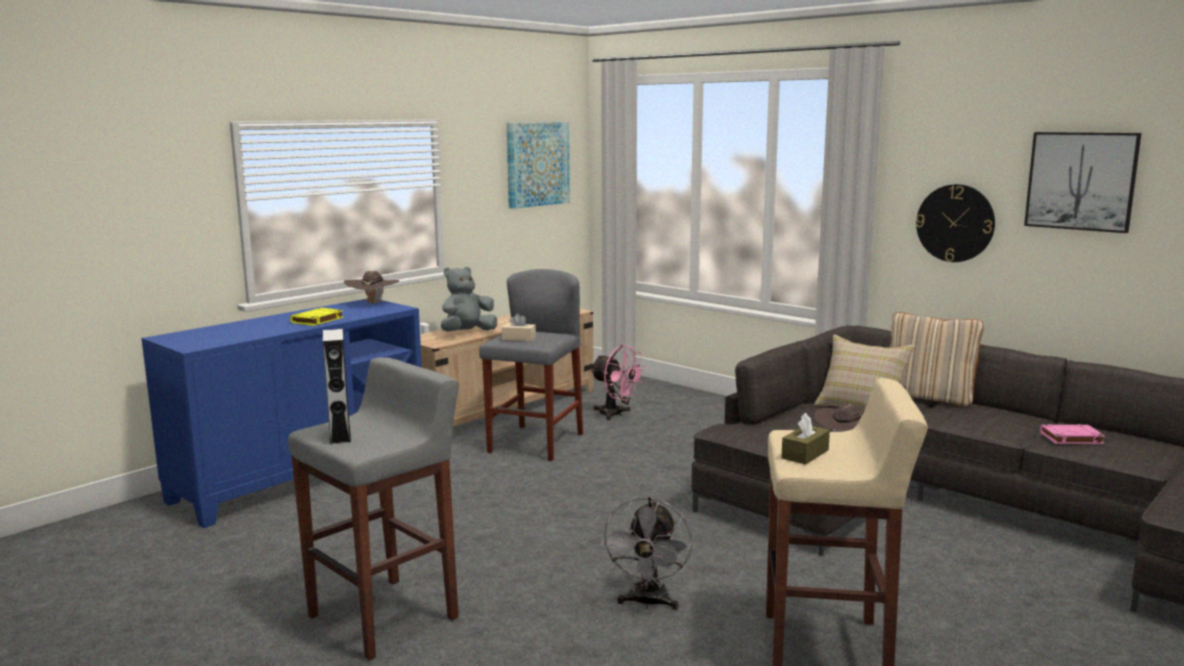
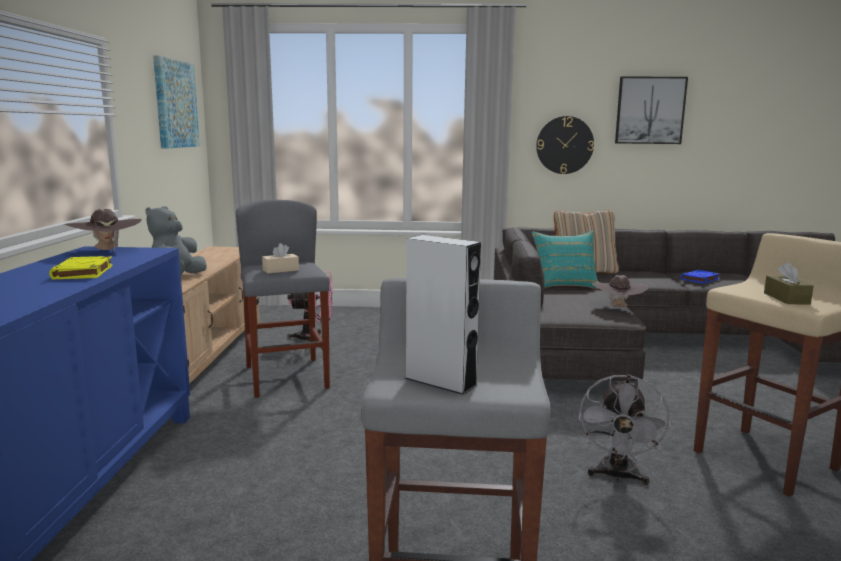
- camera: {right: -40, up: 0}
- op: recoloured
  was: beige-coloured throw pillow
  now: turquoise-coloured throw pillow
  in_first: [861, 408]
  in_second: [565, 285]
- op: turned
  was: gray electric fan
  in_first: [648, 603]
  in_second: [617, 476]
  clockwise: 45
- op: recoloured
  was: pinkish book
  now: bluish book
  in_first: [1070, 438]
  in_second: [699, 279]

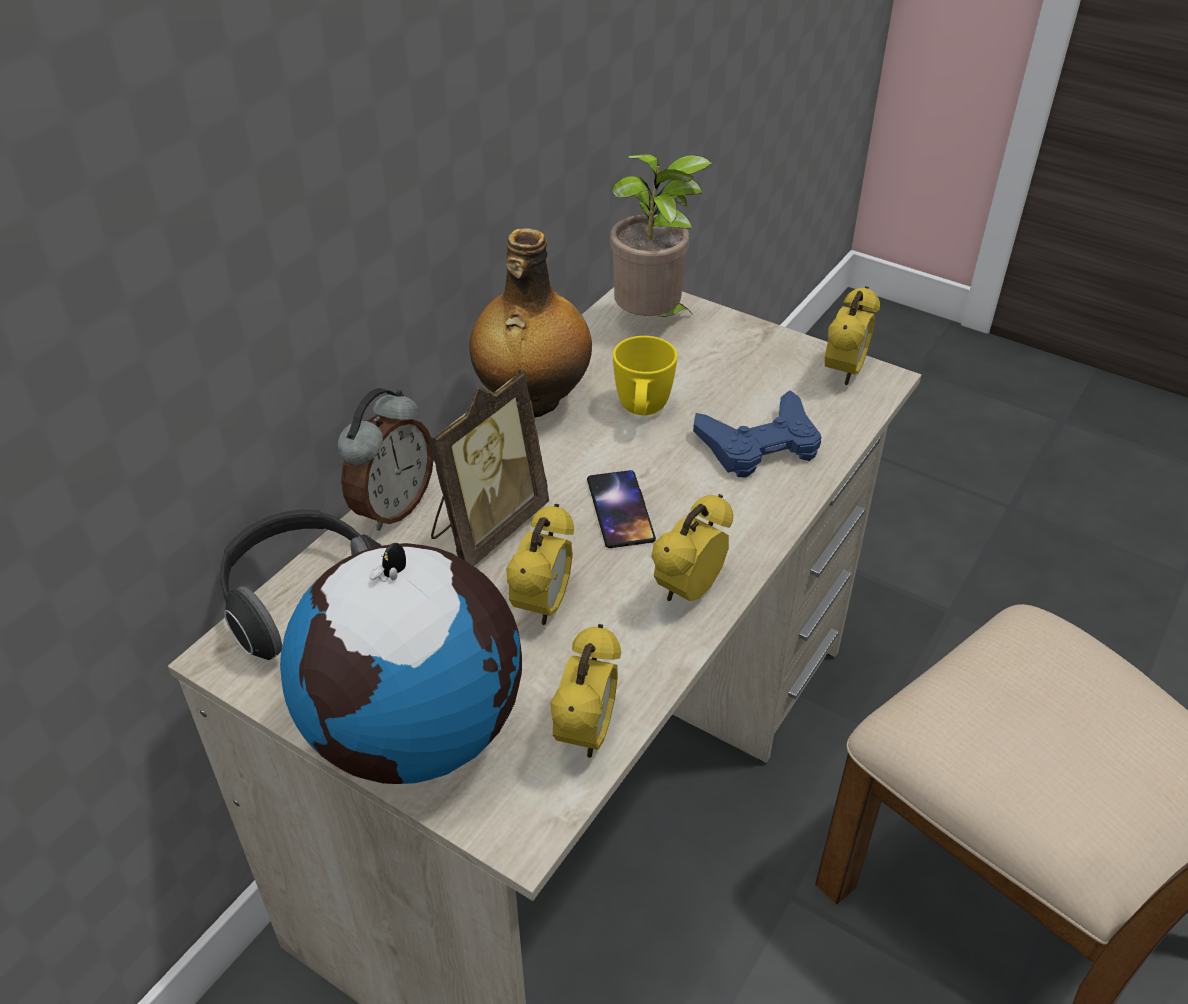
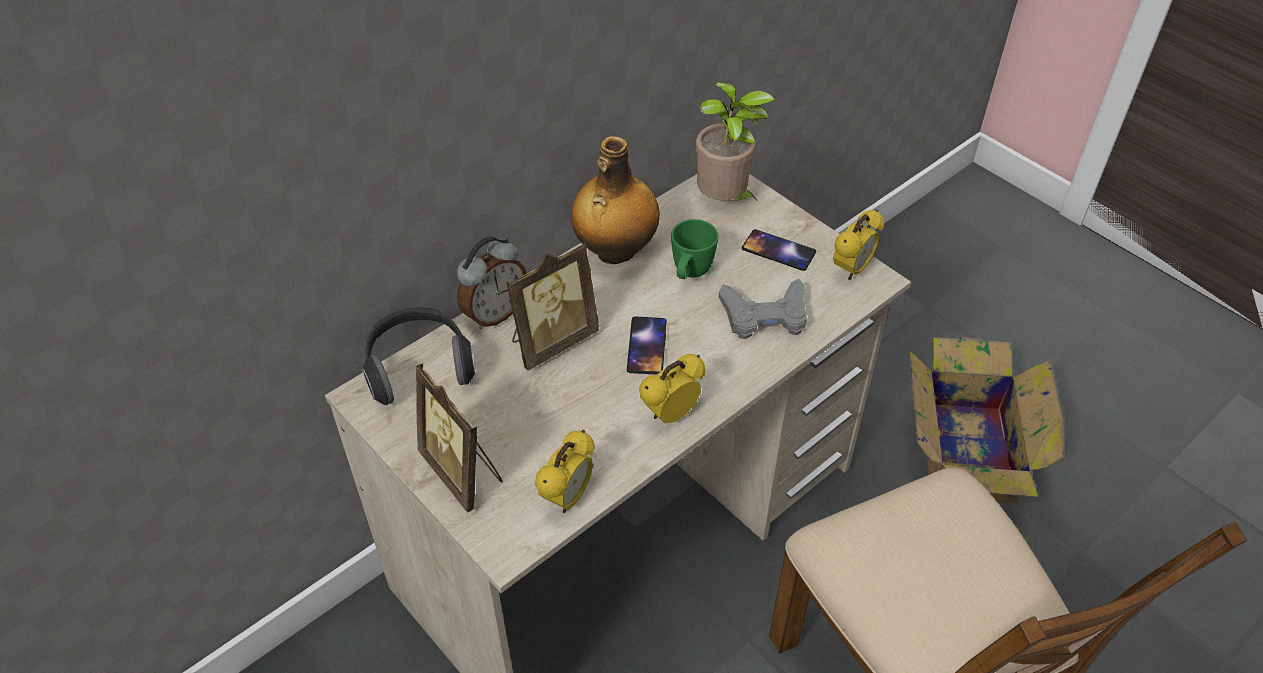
- camera: {right: 15, up: 5}
- op: replaced
  was: globe
  now: standing frame
  in_first: [418, 732]
  in_second: [463, 472]
- op: recoloured
  was: yellowish coffee mug
  now: green coffee mug
  in_first: [642, 413]
  in_second: [690, 275]
- op: recoloured
  was: bluish gamepad
  now: gray gamepad
  in_first: [760, 444]
  in_second: [765, 315]
- op: added
  now: phone
  in_second: [778, 251]
- op: added
  now: cardboard box
  in_second: [967, 446]
- op: removed
  was: bedside clock
  in_first: [543, 606]

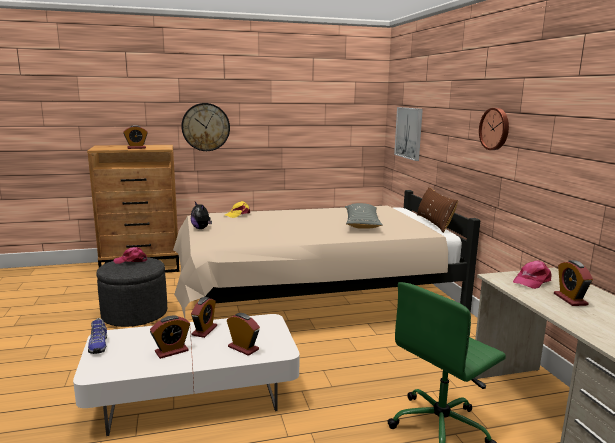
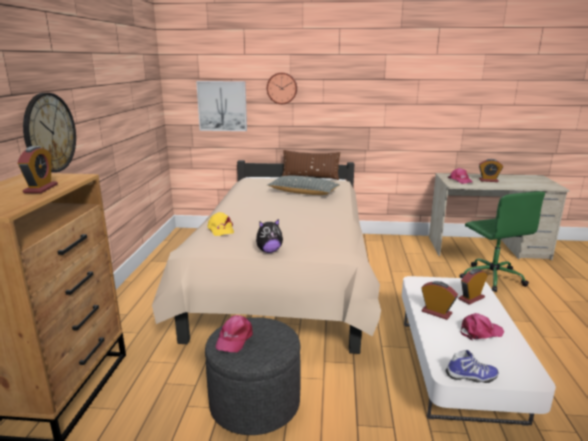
- camera: {right: -70, up: 5}
- op: moved
  was: wall clock
  in_first: [495, 129]
  in_second: [282, 88]
- op: replaced
  was: bedside clock
  now: pinkish cap
  in_first: [171, 351]
  in_second: [480, 332]

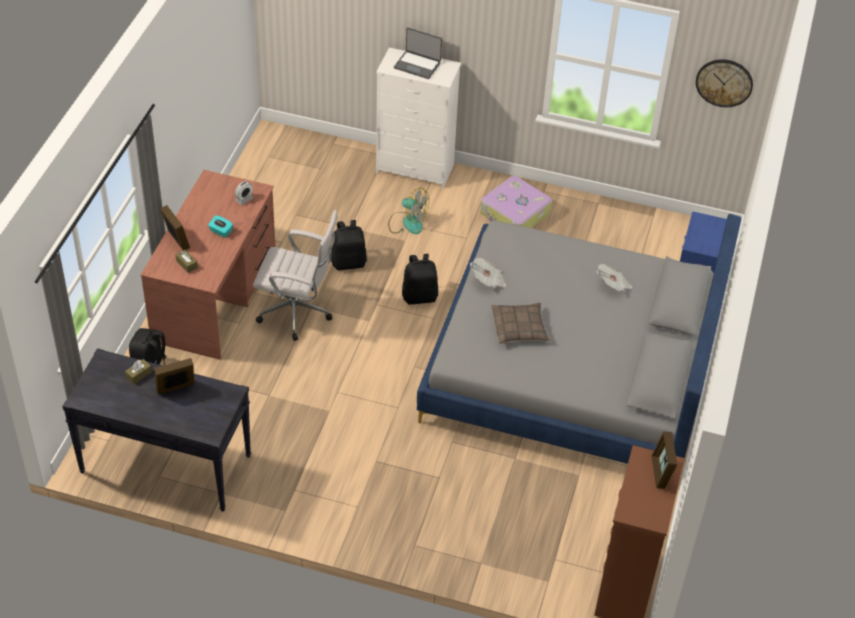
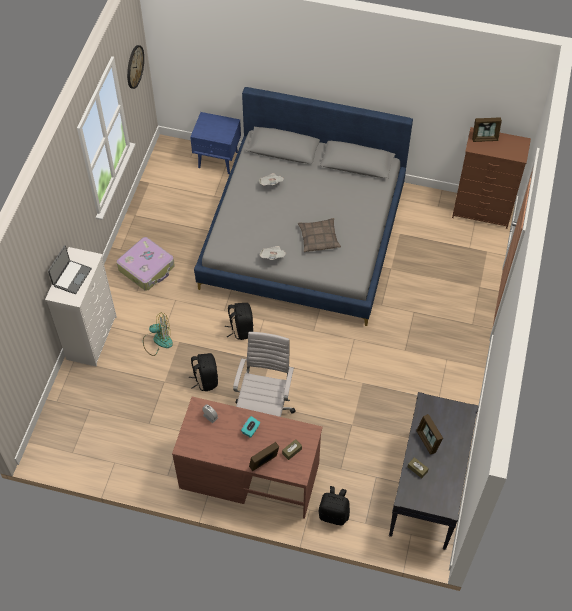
- camera: {right: -90, up: 10}
- op: turned
  was: electric fan
  in_first: [407, 222]
  in_second: [158, 340]
  clockwise: 60

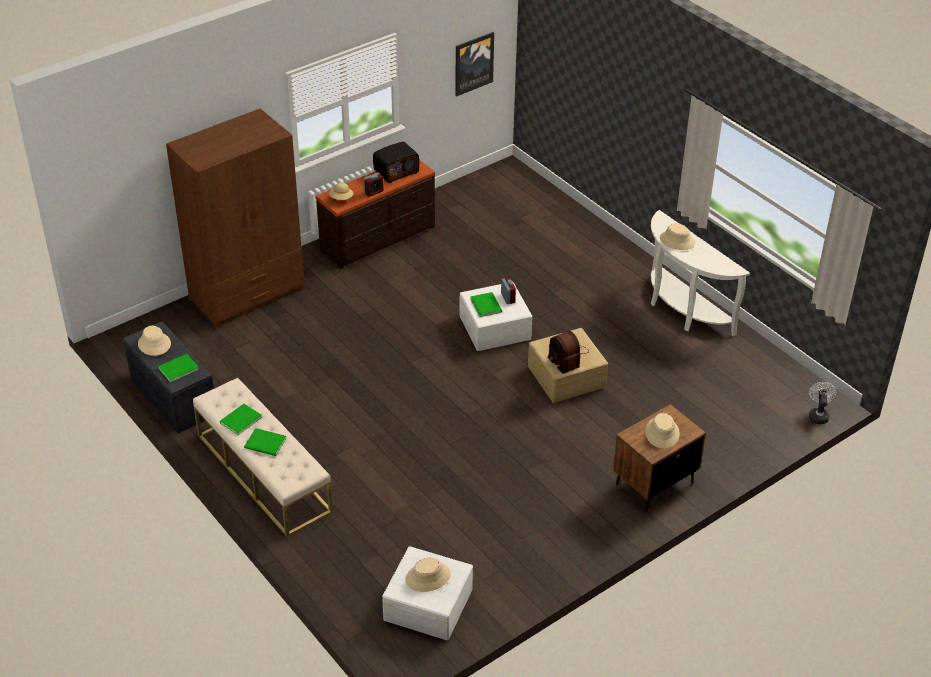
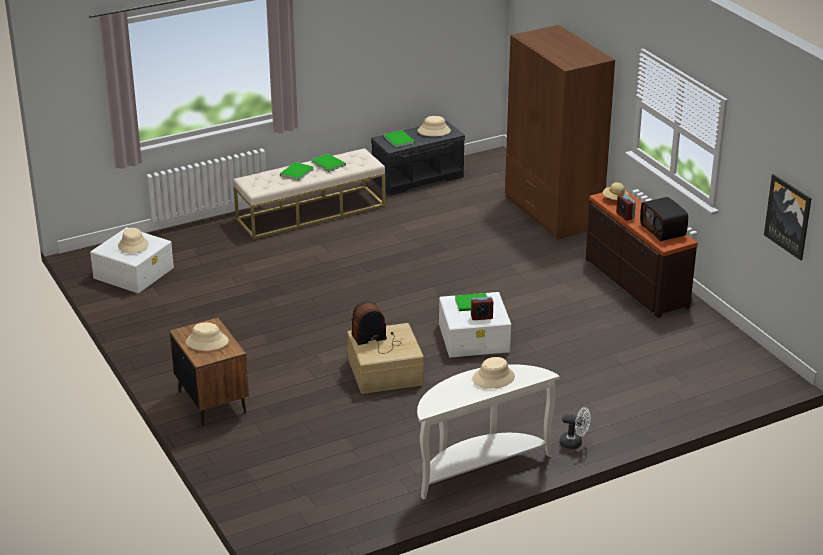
- camera: {right: 100, up: -10}
- op: moved
  was: whitish electric fan
  in_first: [818, 415]
  in_second: [574, 443]

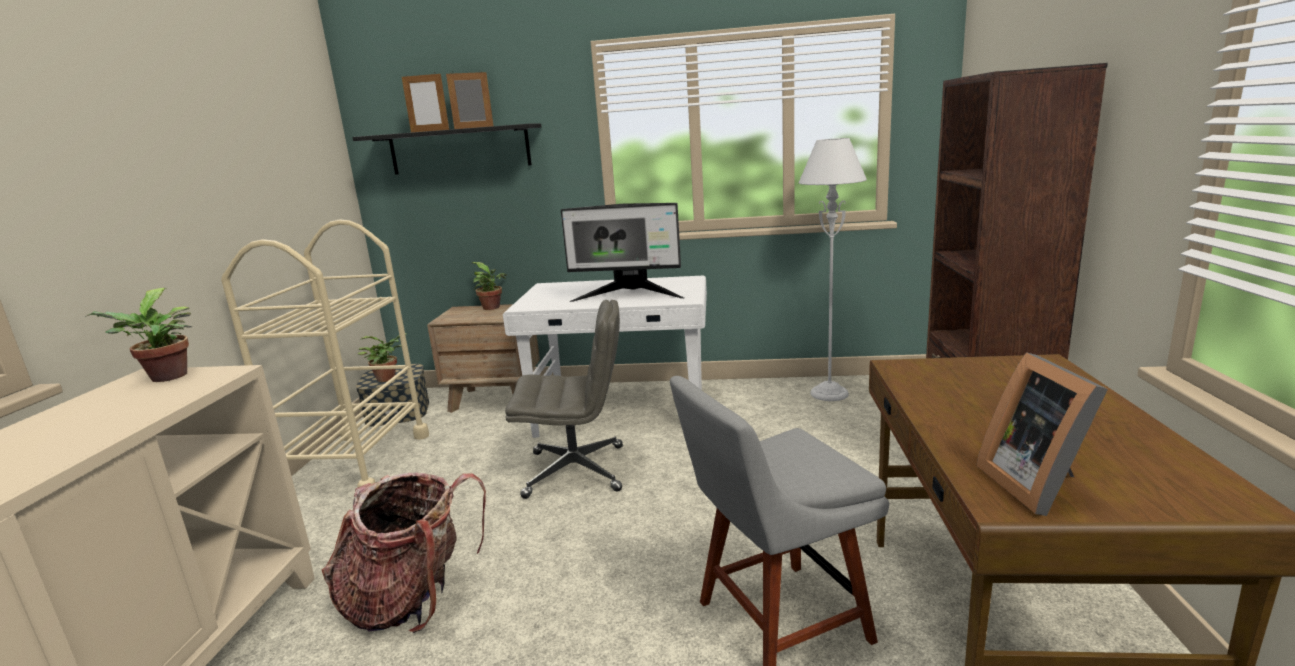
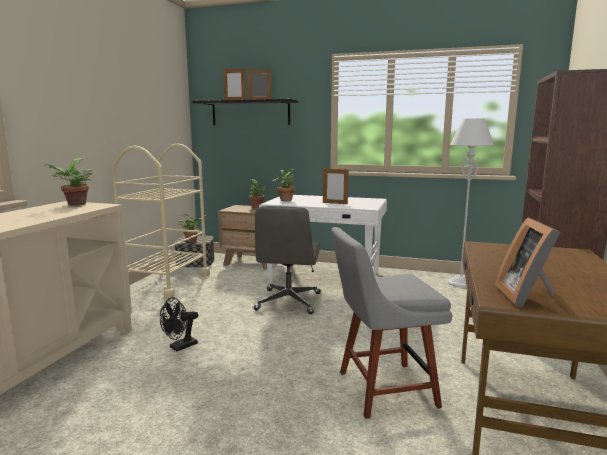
- camera: {right: 10, up: -5}
- op: replaced
  was: knapsack
  now: black electric fan
  in_first: [413, 600]
  in_second: [180, 347]
- op: turned
  was: gray computer chair
  in_first: [577, 471]
  in_second: [288, 302]
  clockwise: 90
- op: added
  now: plant in a pot
  in_second: [285, 200]
- op: replaced
  was: computer display
  now: standing frame
  in_first: [629, 296]
  in_second: [335, 203]

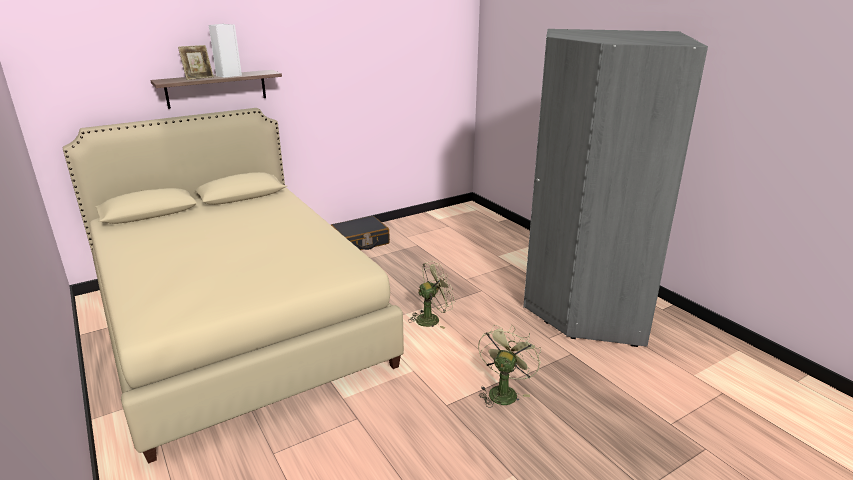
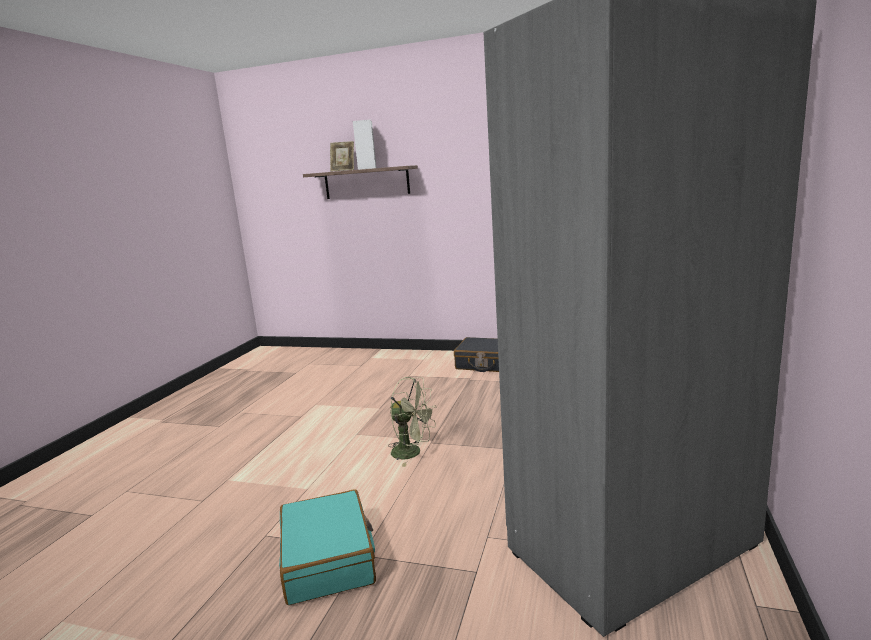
- camera: {right: 50, up: -10}
- op: replaced
  was: green electric fan
  now: turquoise-coloured suitcase
  in_first: [503, 391]
  in_second: [328, 558]
- op: removed
  was: beige-coloured bedroom bed
  in_first: [236, 324]

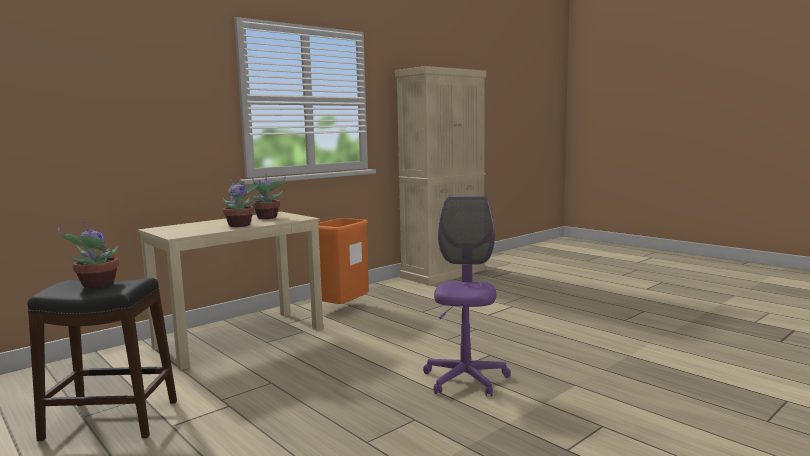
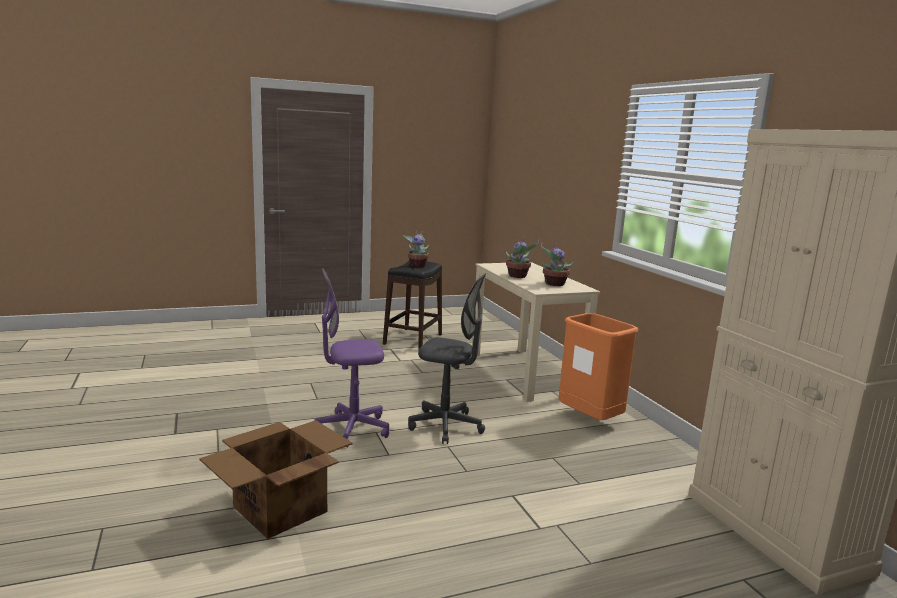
- camera: {right: 110, up: 5}
- op: added
  now: cardboard box
  in_second: [278, 509]
- op: turned
  was: purple computer chair
  in_first: [465, 379]
  in_second: [351, 429]
  clockwise: 135
- op: added
  now: gray computer chair
  in_second: [446, 426]

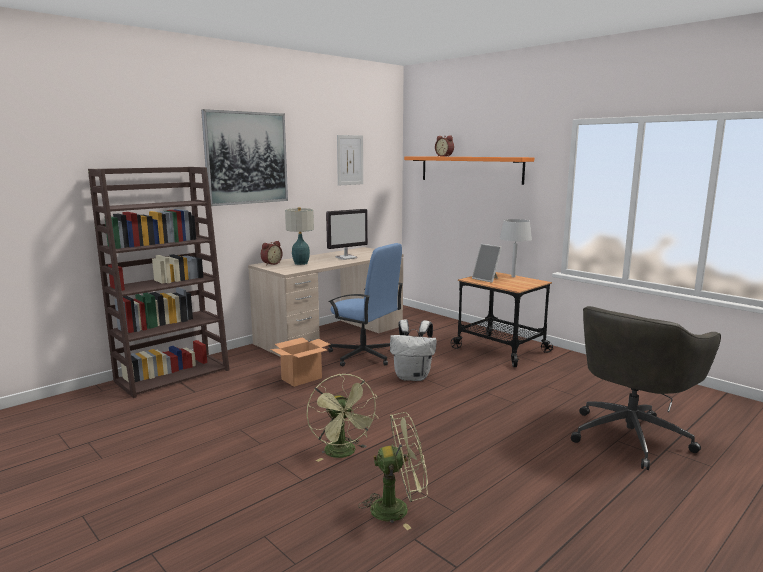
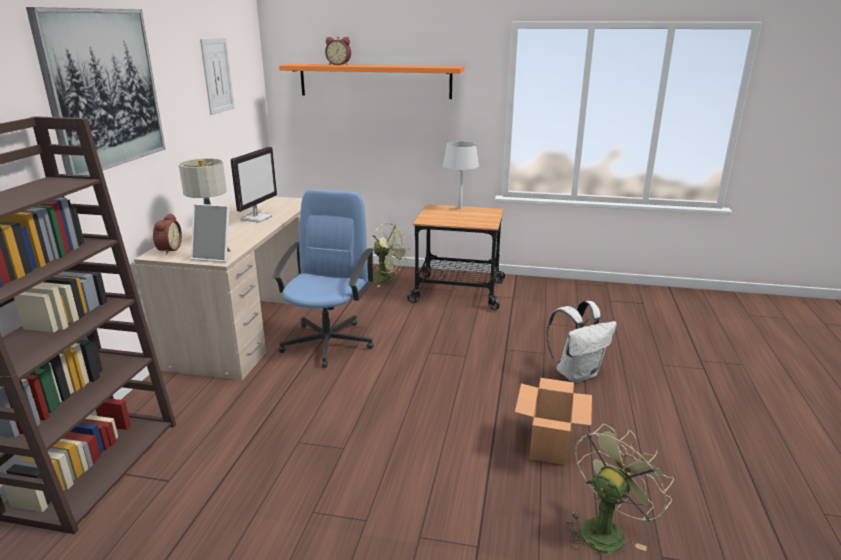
- camera: {right: -35, up: 10}
- op: moved
  was: standing frame
  in_first: [487, 279]
  in_second: [215, 257]
- op: turned
  was: bluish computer chair
  in_first: [364, 355]
  in_second: [328, 342]
  clockwise: -75
- op: moved
  was: green electric fan
  in_first: [343, 454]
  in_second: [387, 280]
- op: moved
  was: cardboard box
  in_first: [302, 378]
  in_second: [549, 445]
- op: moved
  was: whitish knapsack
  in_first: [413, 377]
  in_second: [577, 373]
- op: removed
  was: gray computer chair
  in_first: [631, 436]

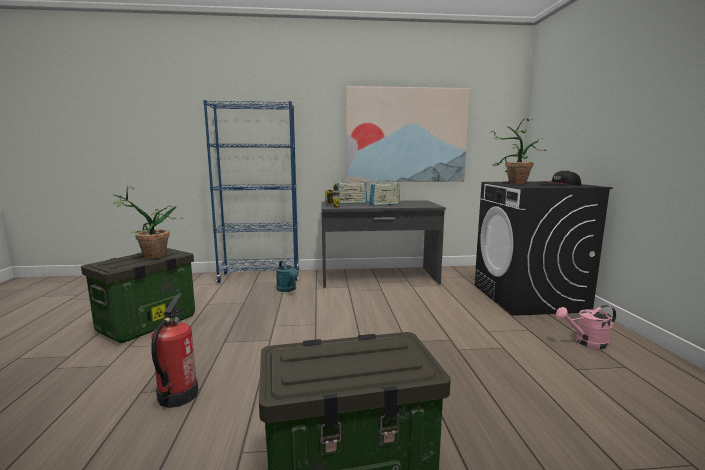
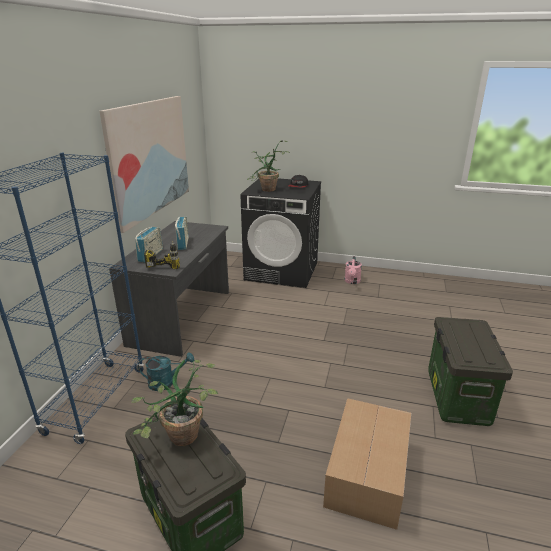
- camera: {right: -70, up: 15}
- op: replaced
  was: fire-fighting cylinder
  now: cardboard box
  in_first: [177, 396]
  in_second: [366, 473]

